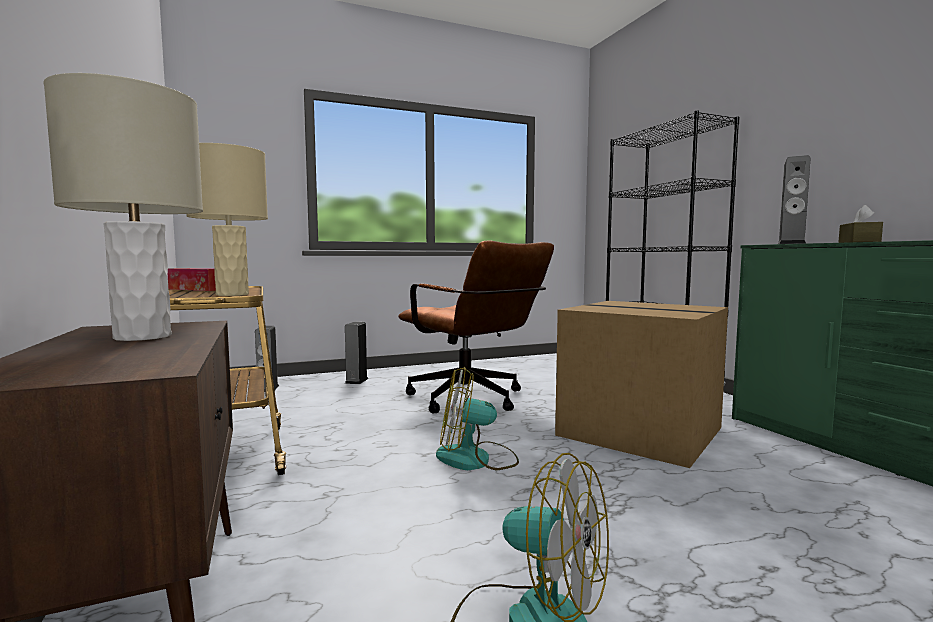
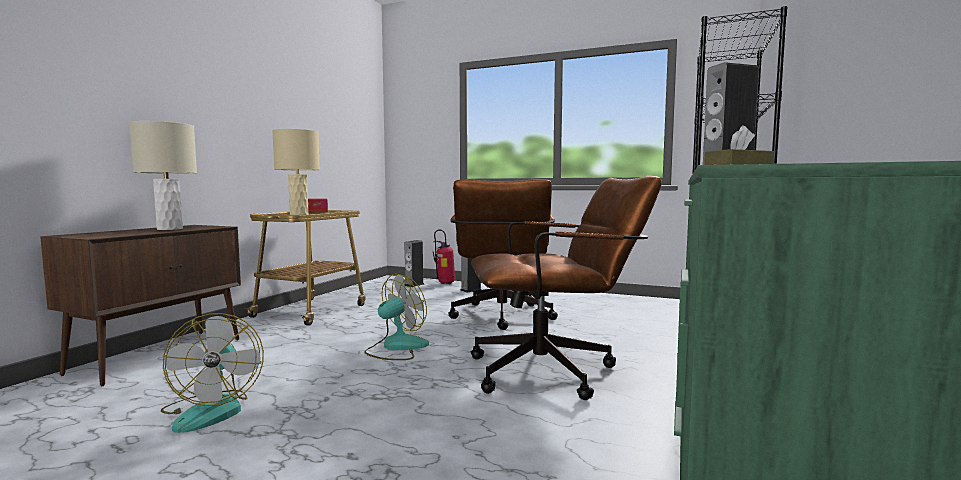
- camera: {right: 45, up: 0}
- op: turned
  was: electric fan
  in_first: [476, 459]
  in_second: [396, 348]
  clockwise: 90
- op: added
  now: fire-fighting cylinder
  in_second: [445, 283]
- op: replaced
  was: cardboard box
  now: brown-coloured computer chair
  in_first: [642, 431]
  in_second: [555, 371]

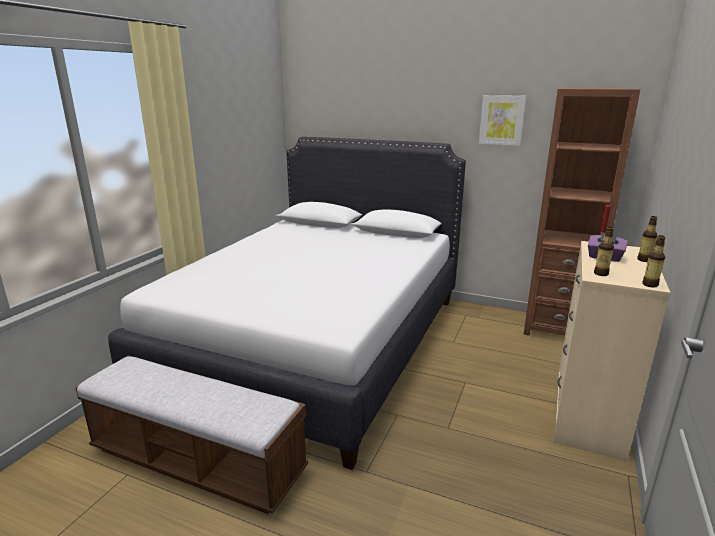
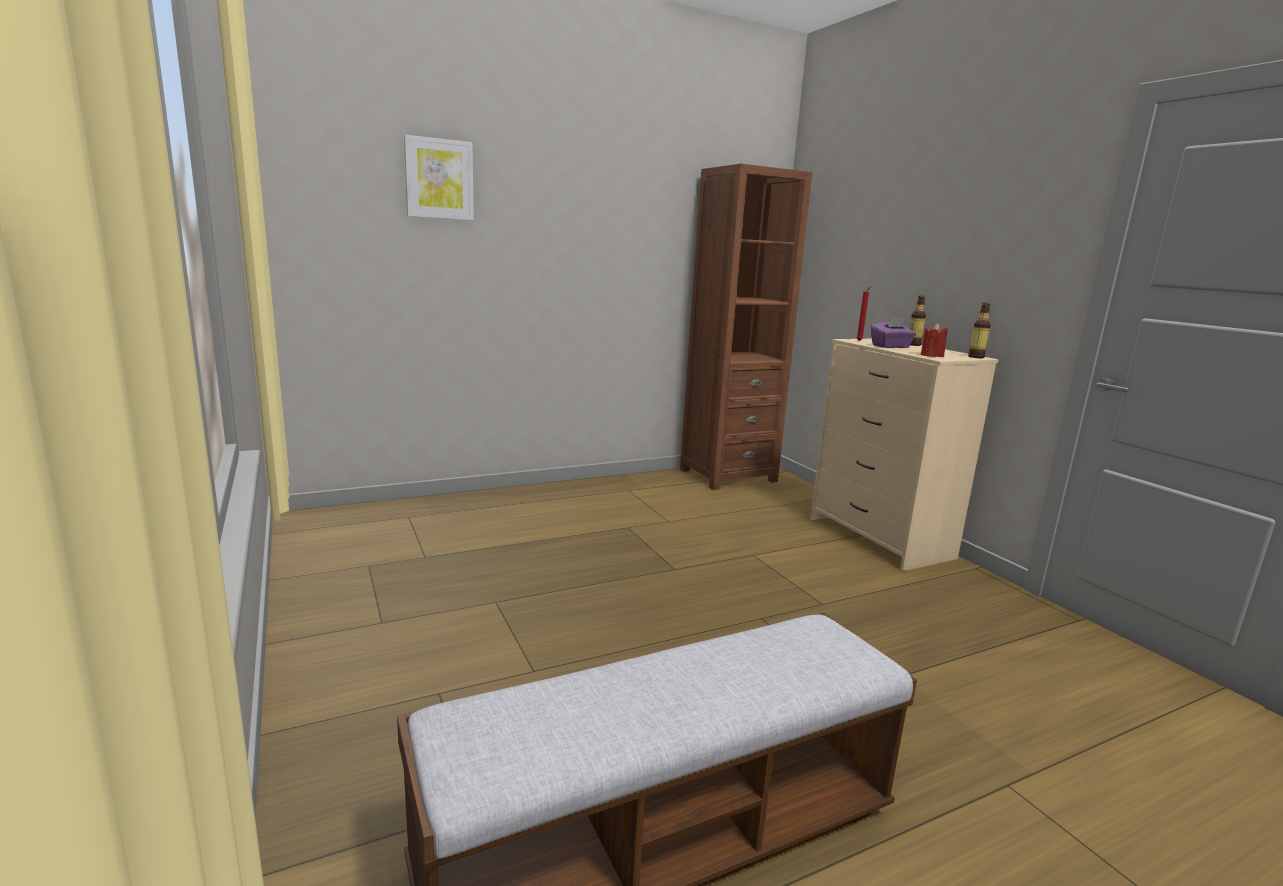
- camera: {right: -50, up: -5}
- op: moved
  was: picture
  in_first: [501, 120]
  in_second: [439, 179]
- op: replaced
  was: drink bottle
  now: reddish candle
  in_first: [601, 274]
  in_second: [932, 356]
- op: removed
  was: whitish bedroom bed
  in_first: [316, 341]

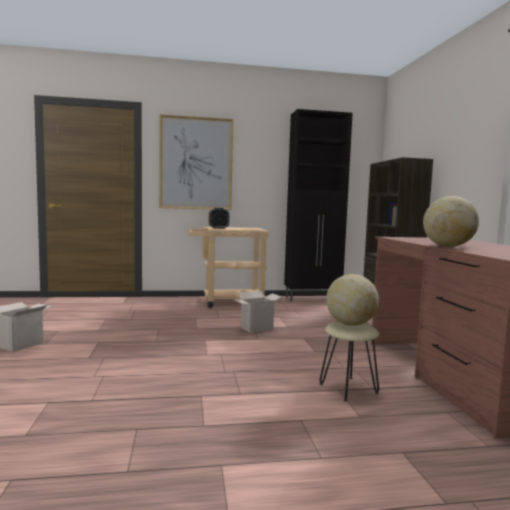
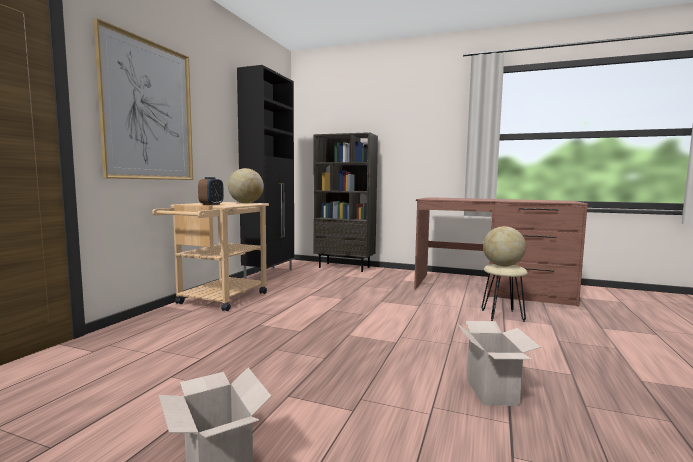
- camera: {right: -60, up: 0}
- op: moved
  was: globe
  in_first: [448, 246]
  in_second: [246, 203]
- op: moved
  was: cardboard box
  in_first: [256, 329]
  in_second: [493, 393]

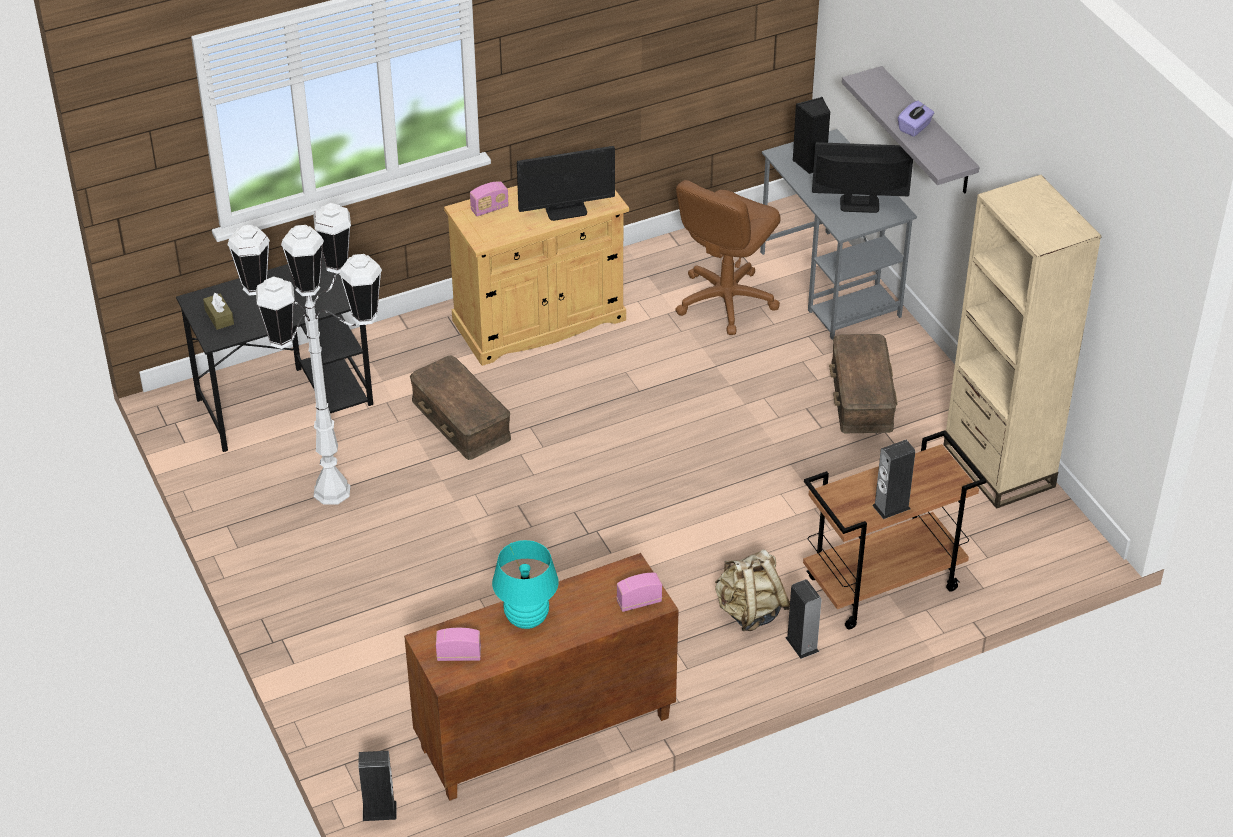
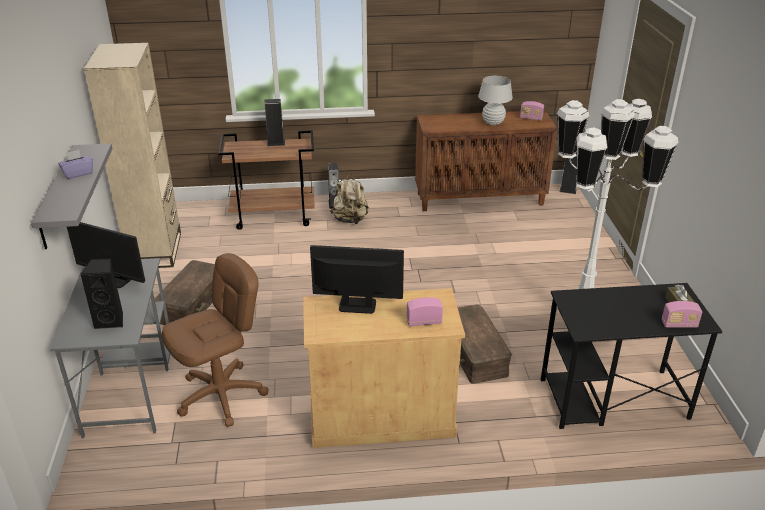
- camera: {right: -160, up: -10}
- op: recoloured
  was: turquoise-coloured lamp for a table
  now: whitish lamp for a table
  in_first: [526, 619]
  in_second: [493, 123]
- op: moved
  was: radio set
  in_first: [639, 602]
  in_second: [679, 324]

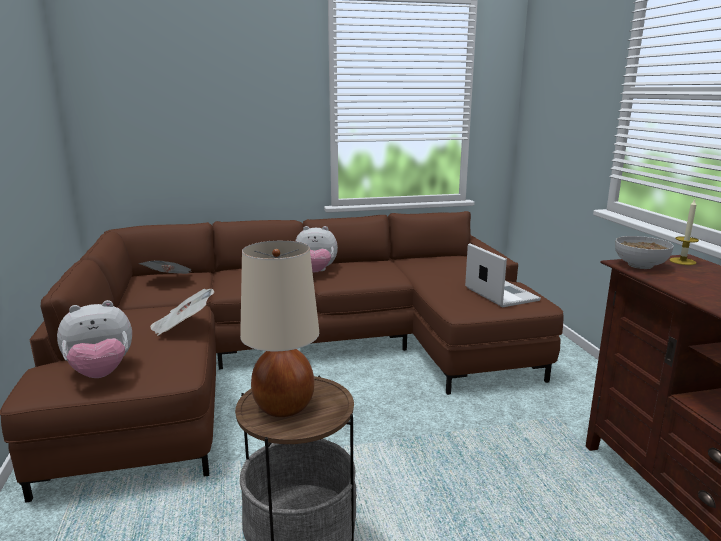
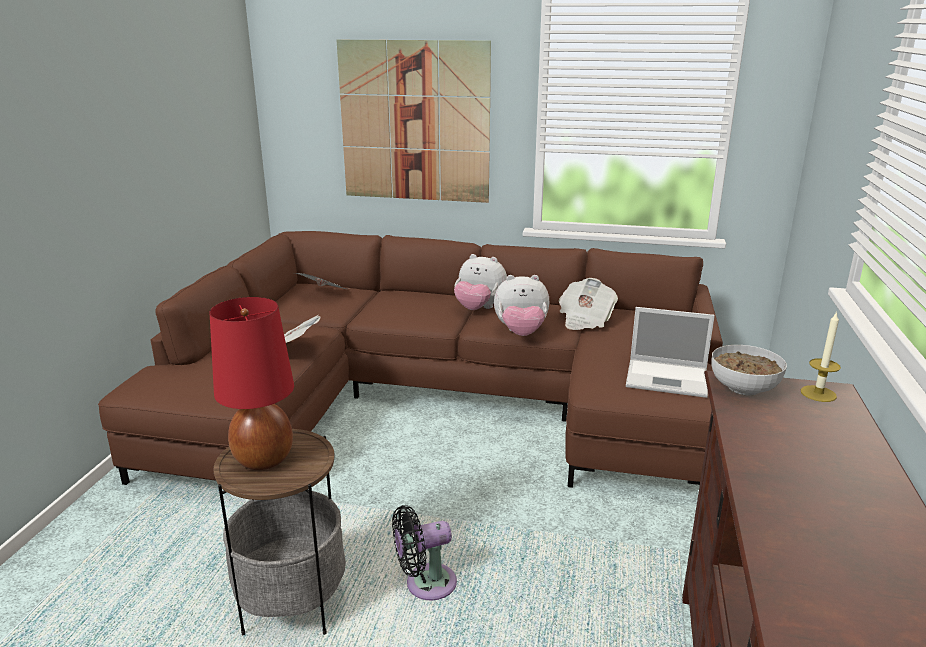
- camera: {right: 25, up: 5}
- op: recoloured
  was: beige-coloured lamp for a table
  now: reddish lamp for a table
  in_first: [284, 406]
  in_second: [264, 459]
- op: added
  now: picture
  in_second: [414, 122]
- op: added
  now: black electric fan
  in_second: [425, 584]
- op: moved
  was: plush toy
  in_first: [101, 373]
  in_second: [521, 333]
- op: added
  now: printed paper
  in_second: [584, 320]
- op: turned
  was: portable computer
  in_first: [500, 293]
  in_second: [668, 378]
  clockwise: 105

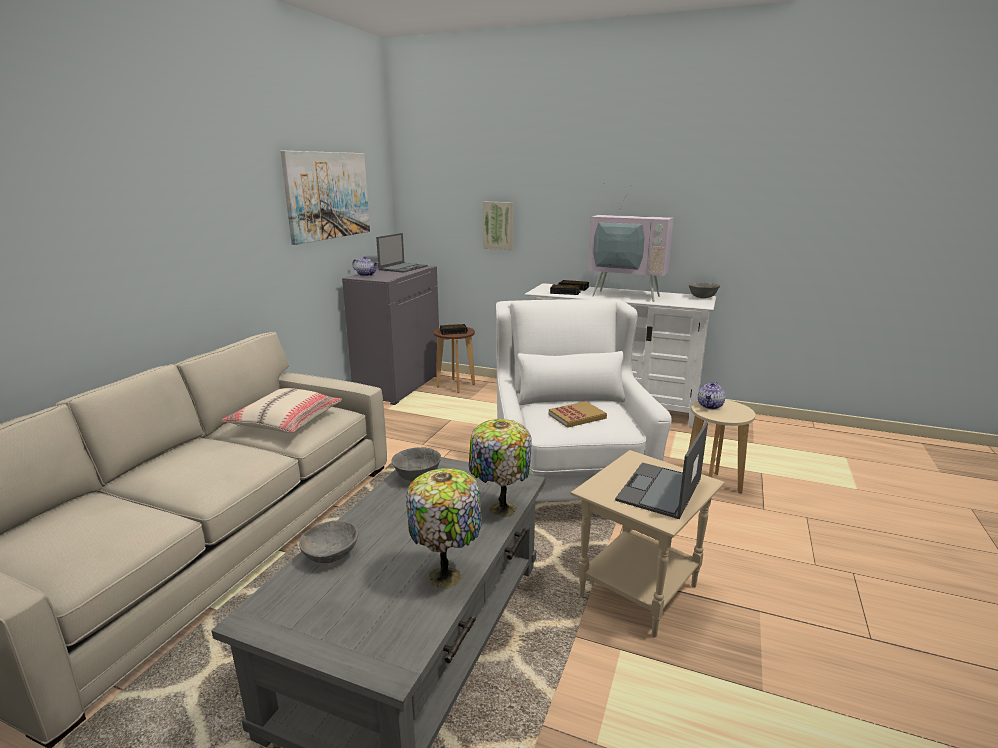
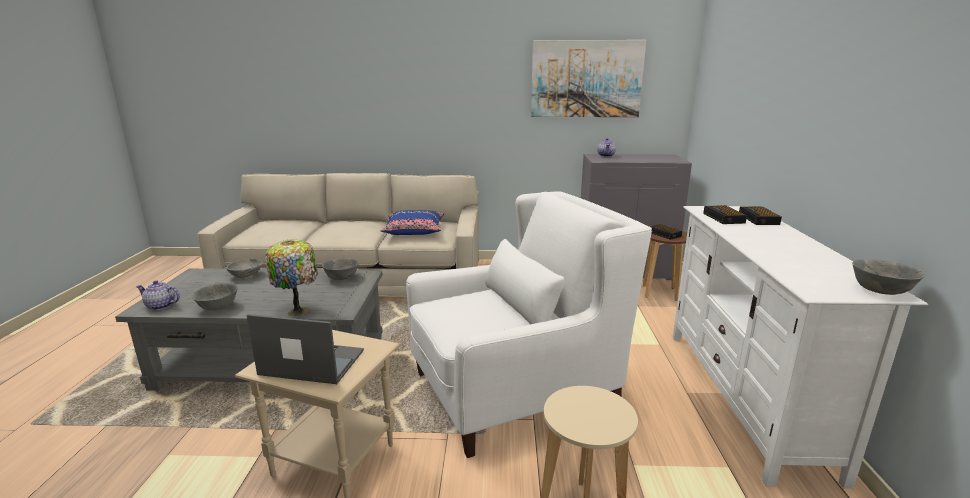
- camera: {right: 70, up: 0}
- op: moved
  was: teapot
  in_first: [710, 406]
  in_second: [160, 306]
- op: replaced
  was: lamp for a table
  now: gray serving bowl
  in_first: [447, 575]
  in_second: [217, 307]
- op: recoloured
  was: beige-coloured throw pillow
  now: bluish throw pillow
  in_first: [286, 421]
  in_second: [414, 230]
- op: removed
  was: portable computer
  in_first: [403, 268]
- op: removed
  was: picture
  in_first: [499, 225]
- op: removed
  was: book
  in_first: [577, 416]
- op: removed
  was: TV
  in_first: [627, 295]

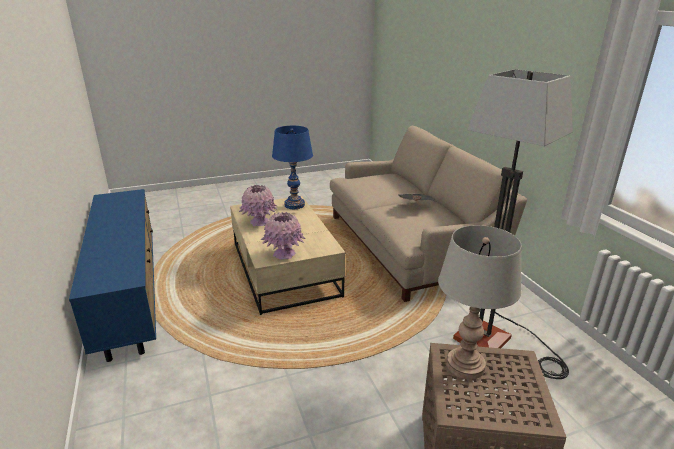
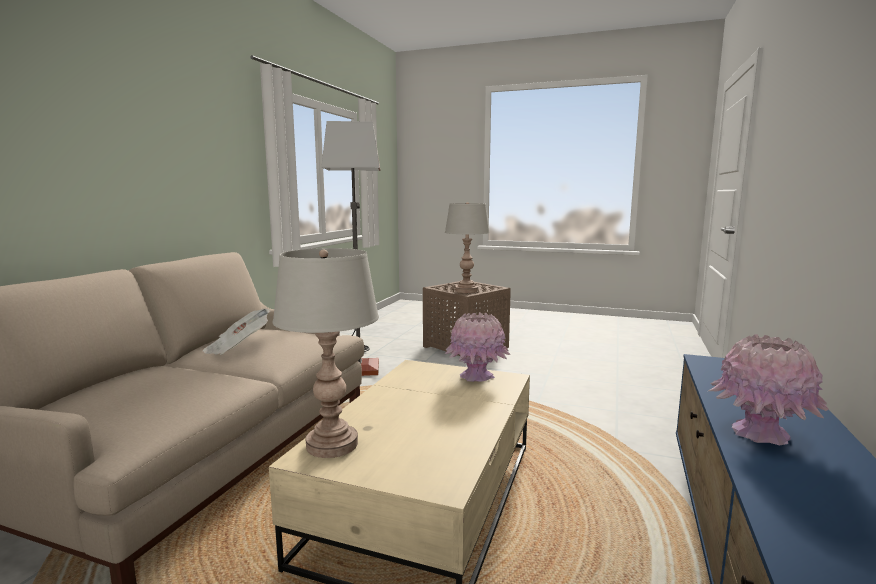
- camera: {right: -140, up: -15}
- op: recoloured
  was: bluish lamp for a table
  now: gray lamp for a table
  in_first: [294, 205]
  in_second: [332, 445]
- op: moved
  was: pinkish vase
  in_first: [259, 222]
  in_second: [760, 433]

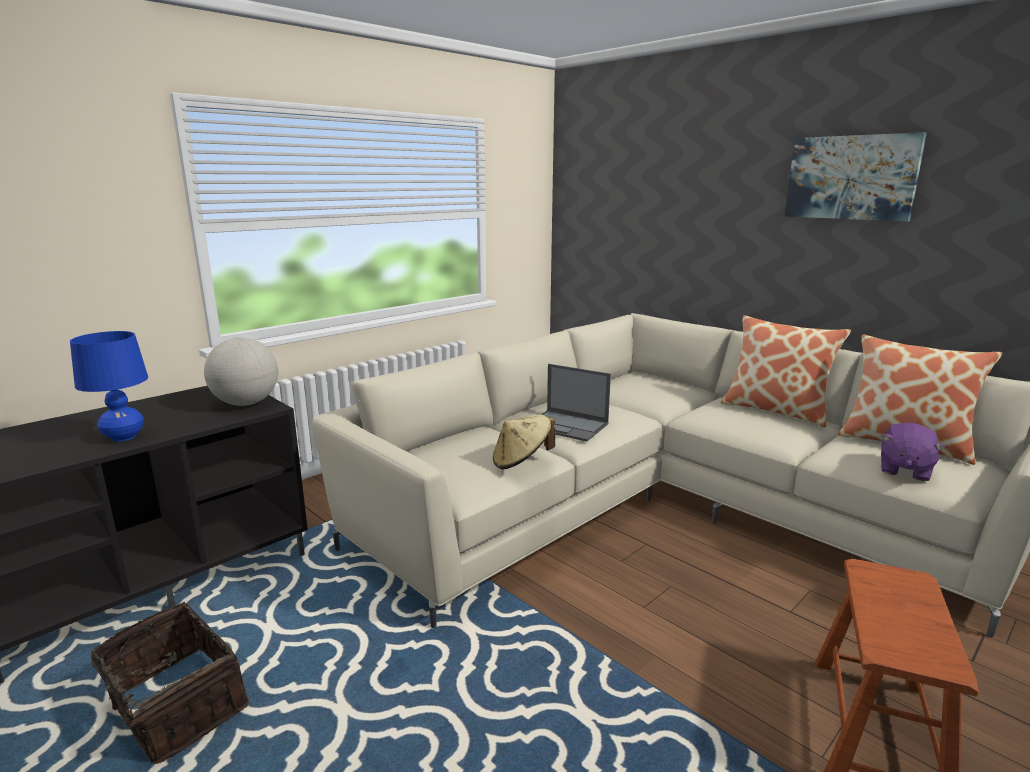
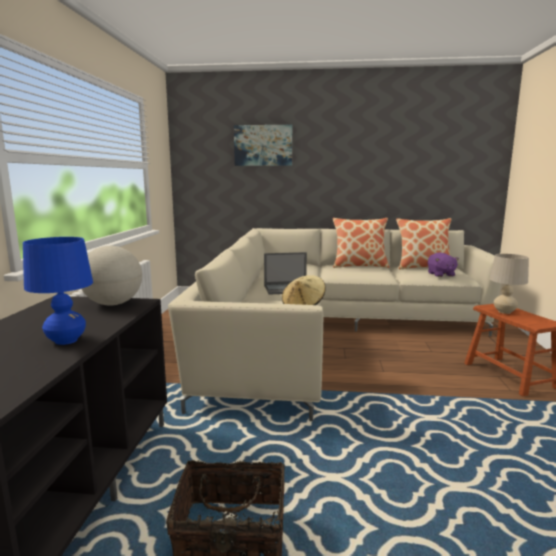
- camera: {right: -40, up: -5}
- op: moved
  was: picture
  in_first: [851, 177]
  in_second: [263, 145]
- op: added
  now: beige-coloured lamp for a table
  in_second: [504, 312]

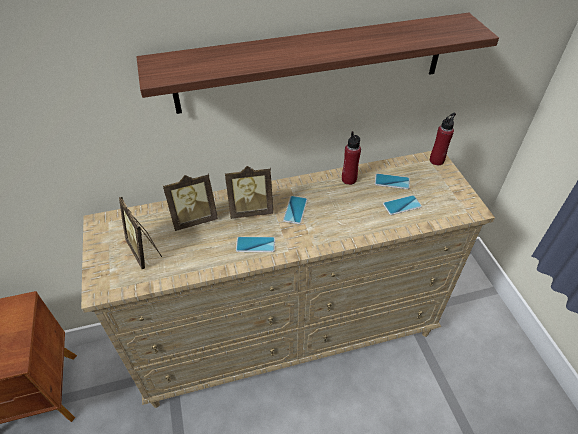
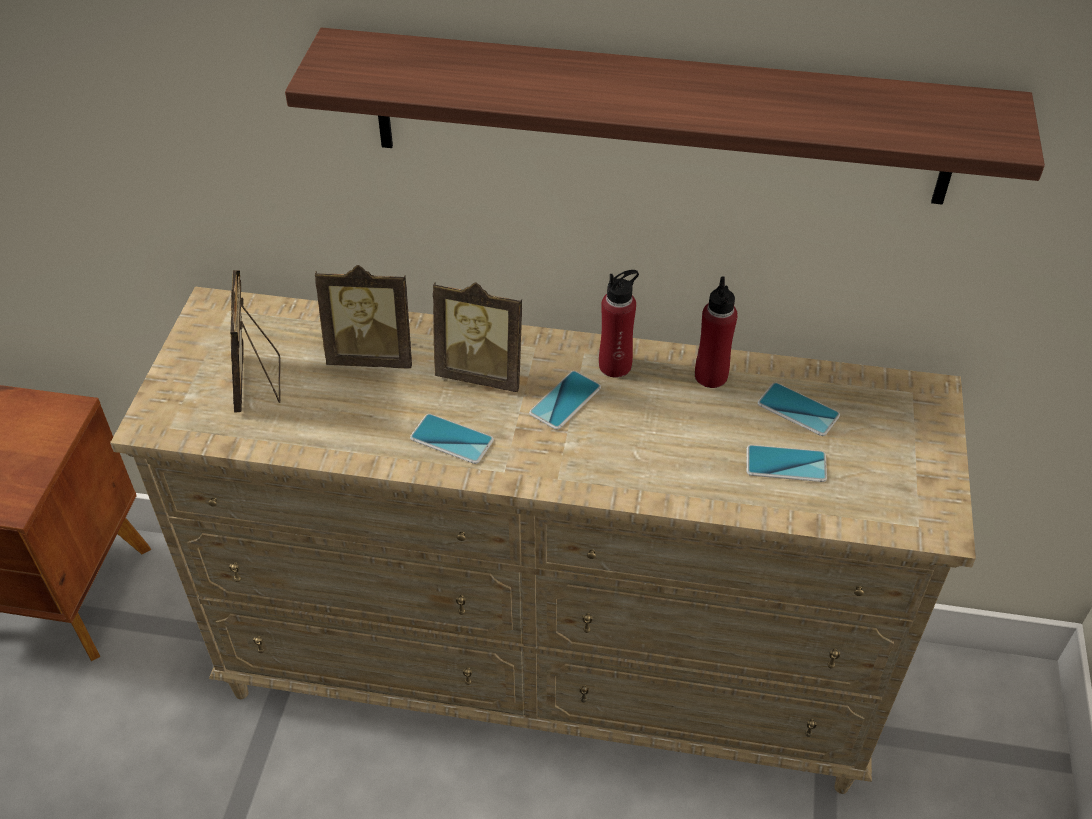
- camera: {right: 25, up: 0}
- op: moved
  was: reddish drink bottle
  in_first: [436, 160]
  in_second: [615, 365]

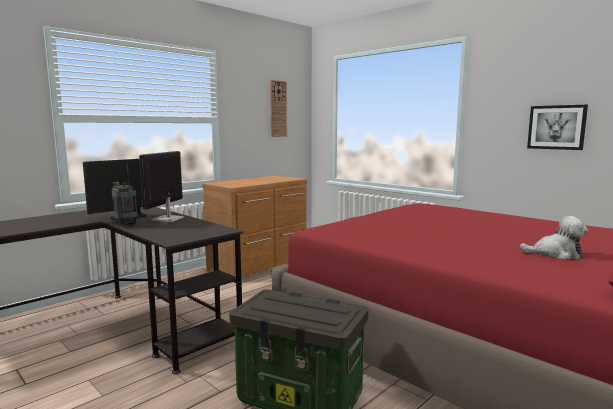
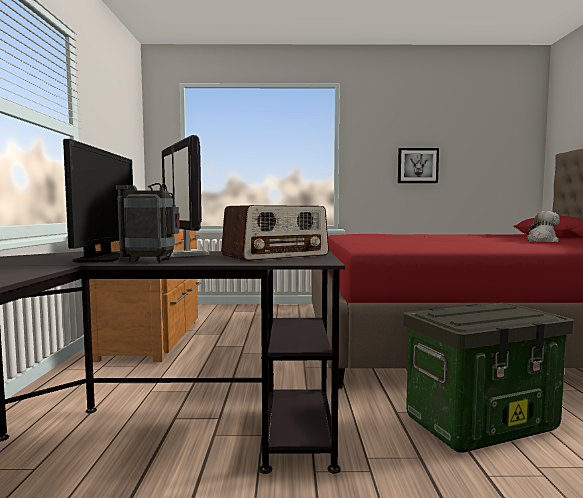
- camera: {right: -45, up: -5}
- op: added
  now: radio set
  in_second: [276, 255]
- op: removed
  was: wall clock
  in_first: [278, 109]

